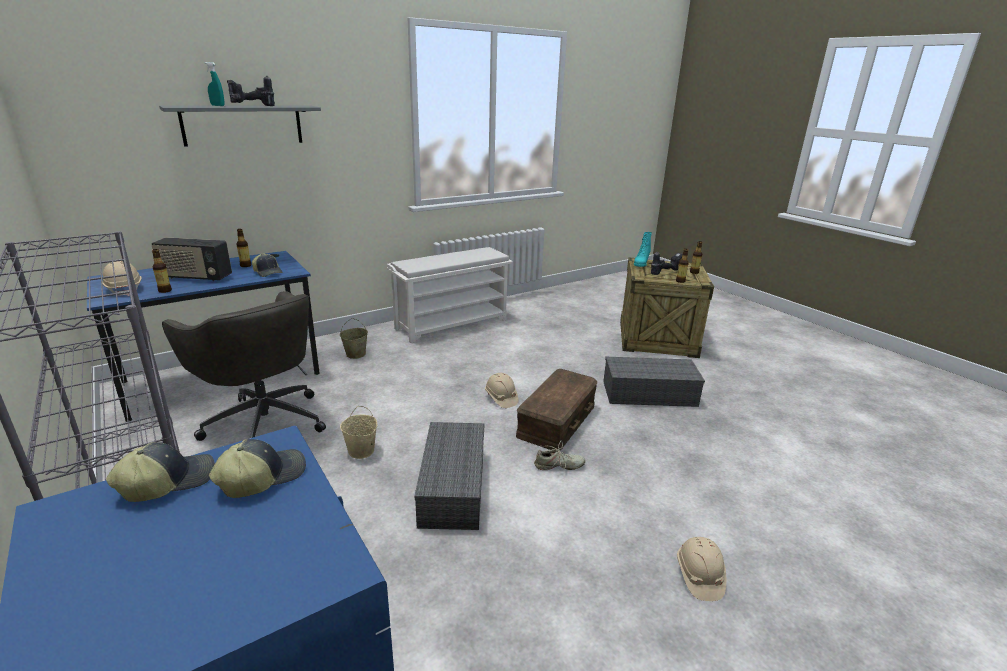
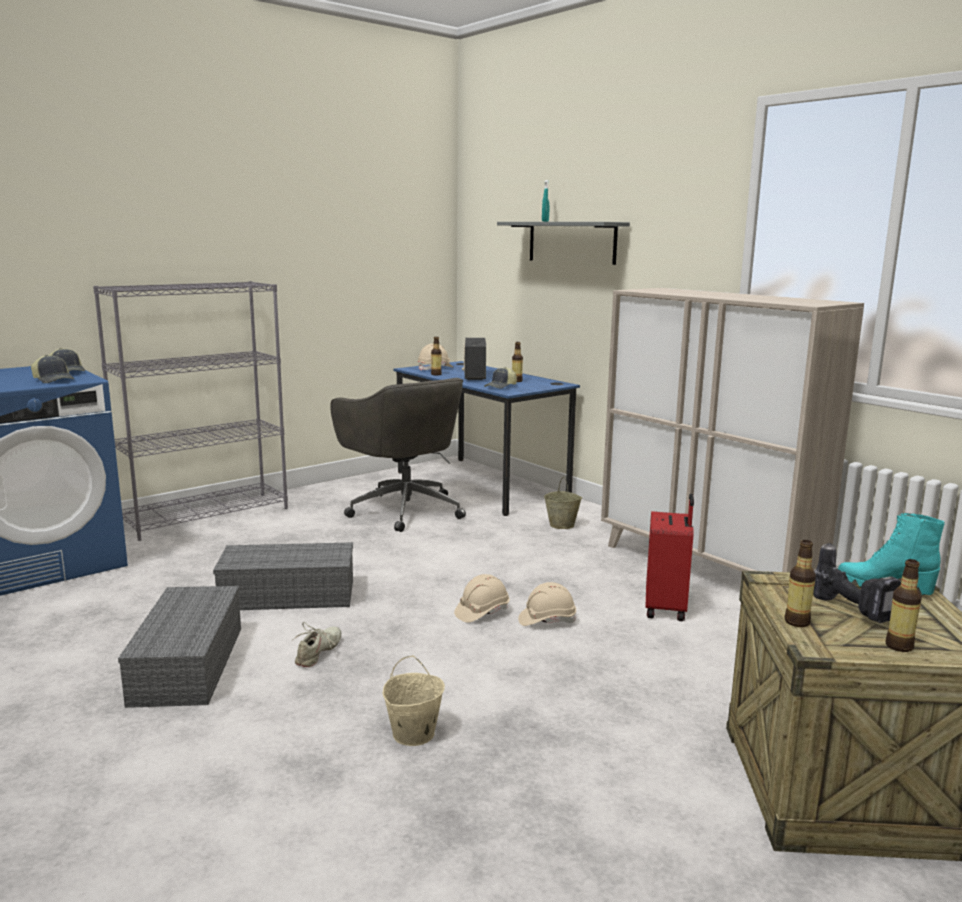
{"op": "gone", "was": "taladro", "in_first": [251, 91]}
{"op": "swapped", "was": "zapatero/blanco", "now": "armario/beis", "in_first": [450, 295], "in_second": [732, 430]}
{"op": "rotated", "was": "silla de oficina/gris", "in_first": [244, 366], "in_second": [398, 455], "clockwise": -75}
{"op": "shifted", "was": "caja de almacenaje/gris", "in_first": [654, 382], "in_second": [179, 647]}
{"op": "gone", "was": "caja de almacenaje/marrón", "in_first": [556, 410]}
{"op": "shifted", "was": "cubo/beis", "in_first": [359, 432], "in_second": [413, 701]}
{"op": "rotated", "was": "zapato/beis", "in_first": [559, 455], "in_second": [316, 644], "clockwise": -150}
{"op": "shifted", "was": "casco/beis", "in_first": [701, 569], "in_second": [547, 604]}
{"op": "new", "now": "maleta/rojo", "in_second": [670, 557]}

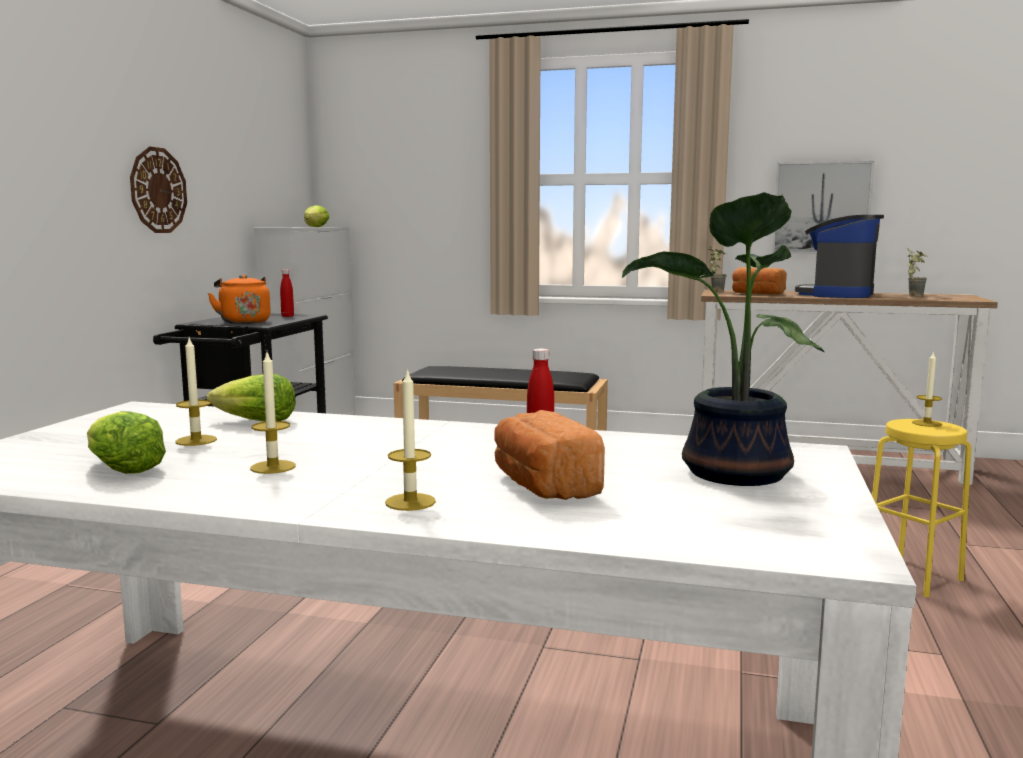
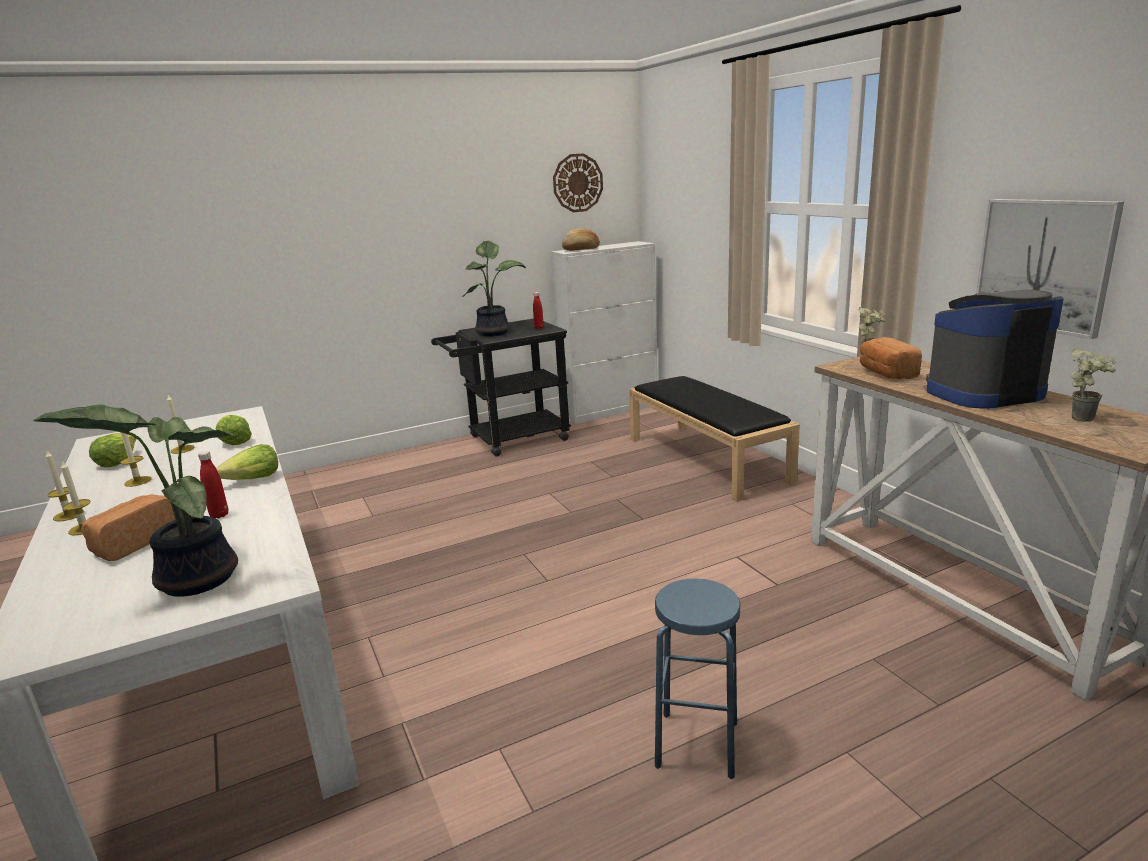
{"op": "shifted", "was": "reloj de pared", "in_first": [158, 189], "in_second": [578, 182]}
{"op": "shifted", "was": "lechuga", "in_first": [316, 216], "in_second": [247, 462]}
{"op": "swapped", "was": "hervidor/naranja", "now": "planta en maceta", "in_first": [239, 299], "in_second": [494, 288]}
{"op": "shifted", "was": "vela", "in_first": [927, 389], "in_second": [64, 486]}
{"op": "repainted", "was": "taburete/amarillo", "now": "taburete/azul", "in_first": [922, 508], "in_second": [697, 679]}
{"op": "new", "now": "pan", "in_second": [581, 239]}

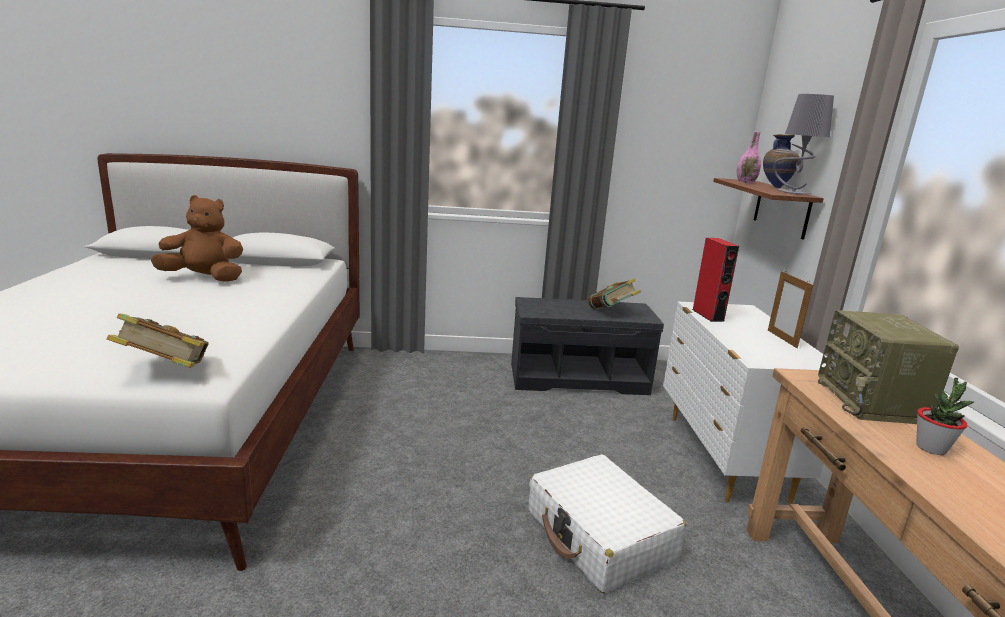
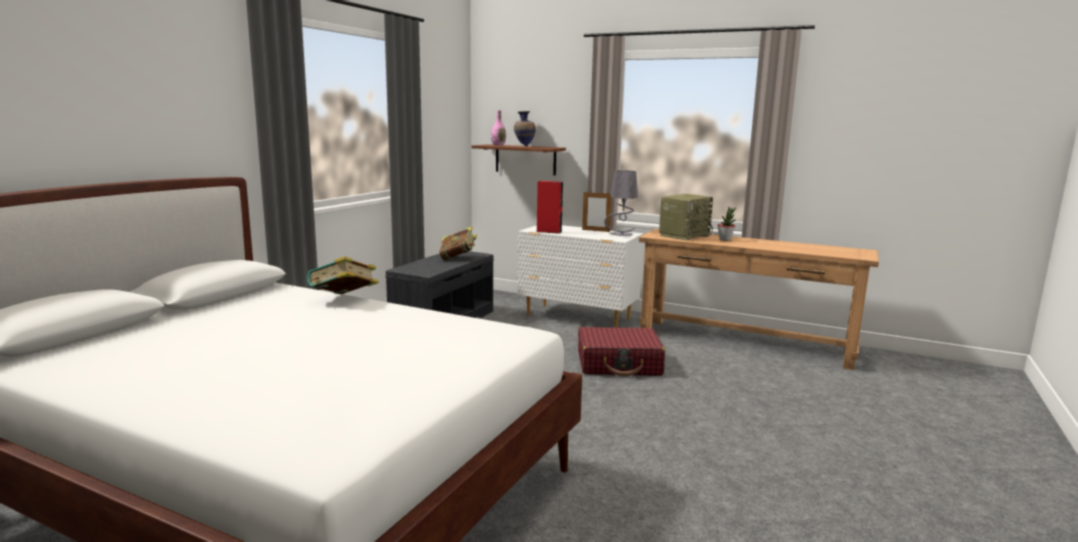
{"op": "shifted", "was": "lámpara de mesa/gris", "in_first": [803, 144], "in_second": [621, 203]}
{"op": "gone", "was": "peluche/marrón", "in_first": [197, 238]}
{"op": "rotated", "was": "radio", "in_first": [888, 367], "in_second": [686, 217], "clockwise": -75}
{"op": "shifted", "was": "libro", "in_first": [157, 340], "in_second": [343, 275]}
{"op": "repainted", "was": "maleta/blanco", "now": "maleta/rojo", "in_first": [608, 523], "in_second": [621, 352]}

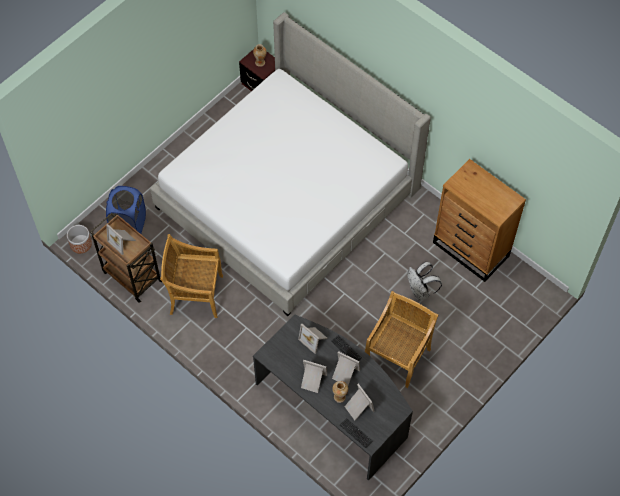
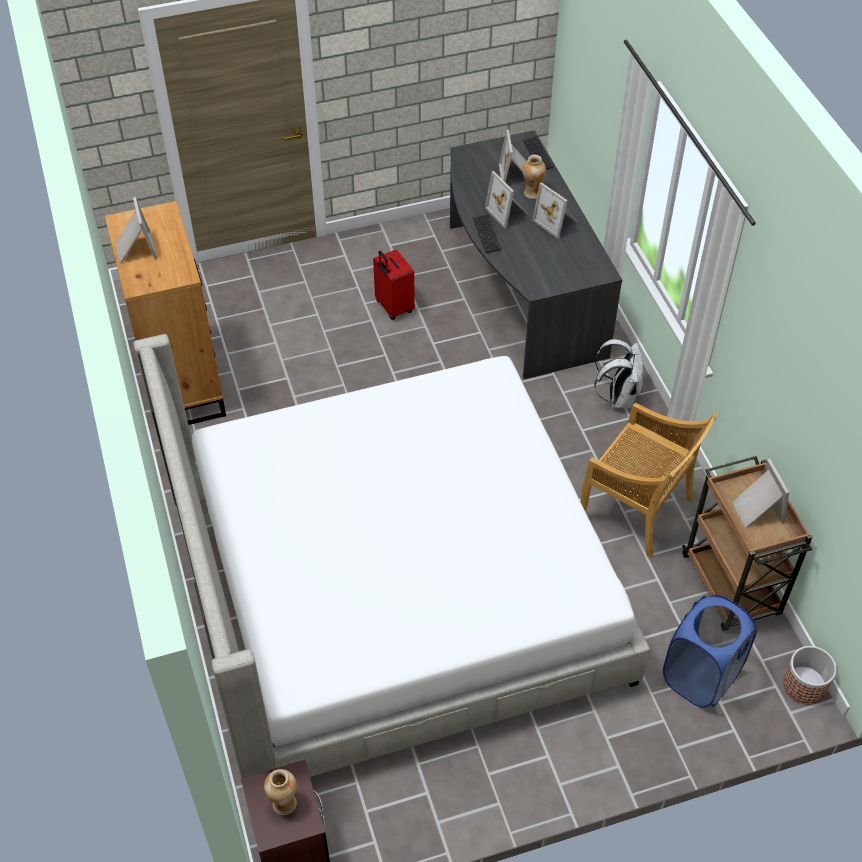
{"op": "shifted", "was": "mochila/blanco", "in_first": [424, 281], "in_second": [619, 374]}
{"op": "swapped", "was": "silla/beis", "now": "maleta/rojo", "in_first": [402, 339], "in_second": [394, 284]}
{"op": "shifted", "was": "portarretratos", "in_first": [312, 339], "in_second": [136, 230]}

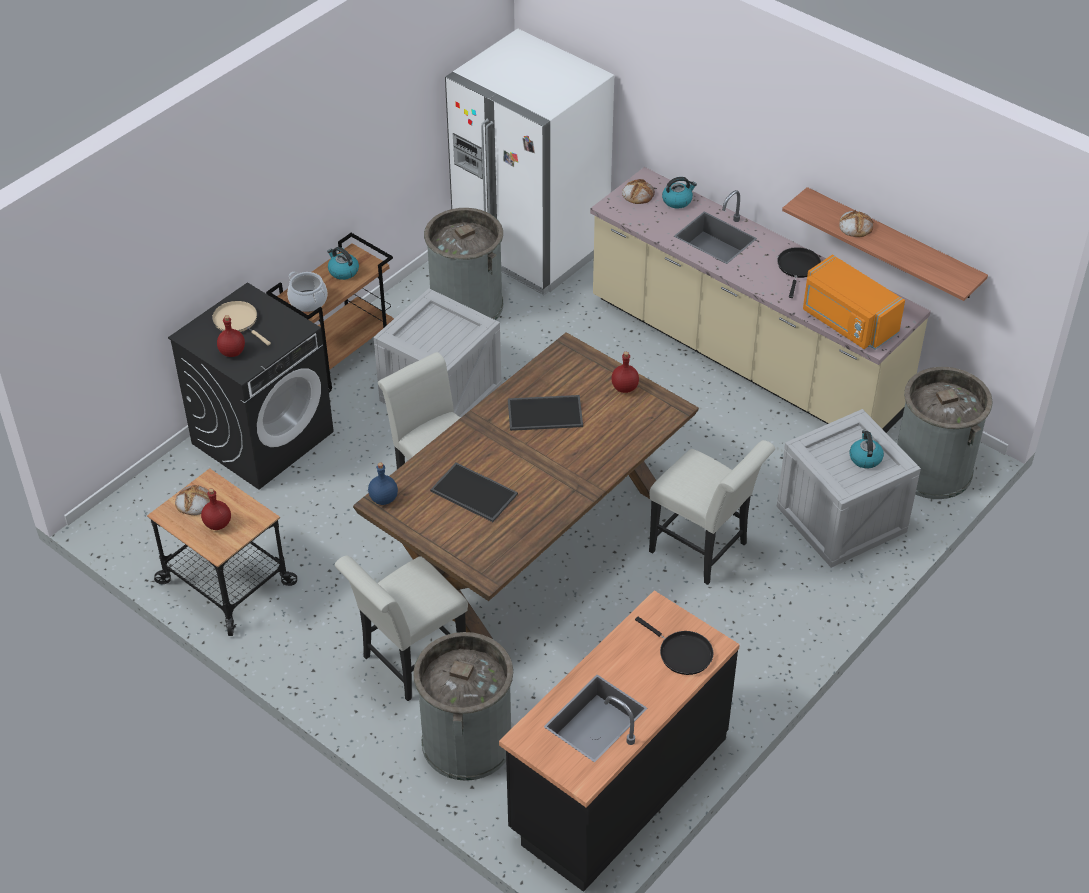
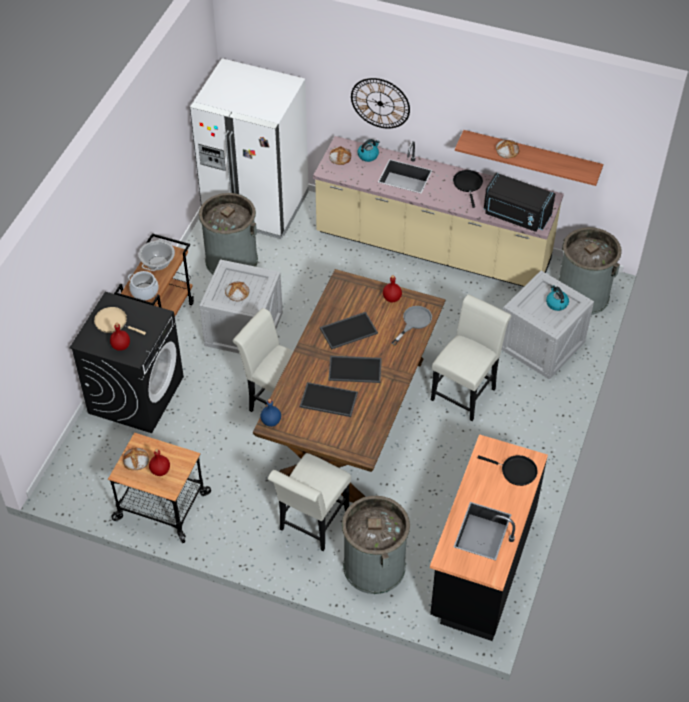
{"op": "swapped", "was": "hervidor", "now": "olla", "in_first": [343, 263], "in_second": [157, 255]}
{"op": "repainted", "was": "microondas/naranja", "now": "microondas/negro", "in_first": [854, 302], "in_second": [519, 202]}
{"op": "rotated", "was": "silla/blanco", "in_first": [712, 512], "in_second": [471, 357], "clockwise": -75}
{"op": "new", "now": "reloj de pared", "in_second": [380, 103]}
{"op": "new", "now": "pan", "in_second": [237, 291]}
{"op": "new", "now": "sartén/gris", "in_second": [411, 325]}
{"op": "new", "now": "bandeja", "in_second": [355, 369]}

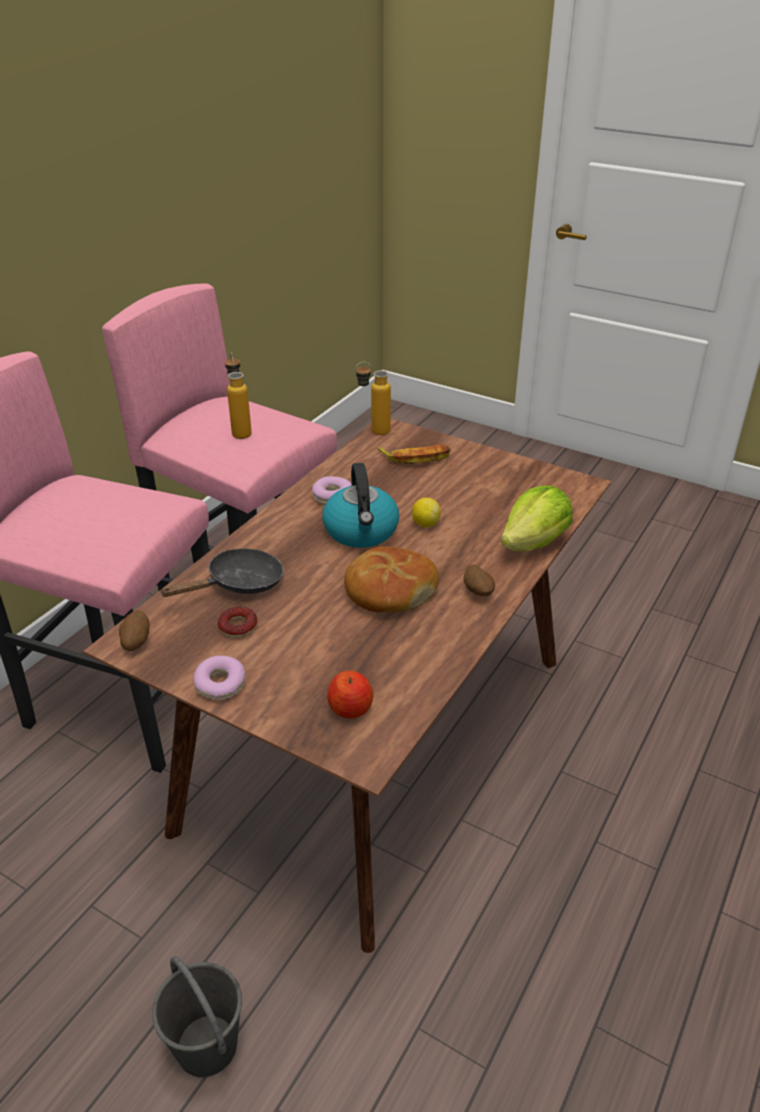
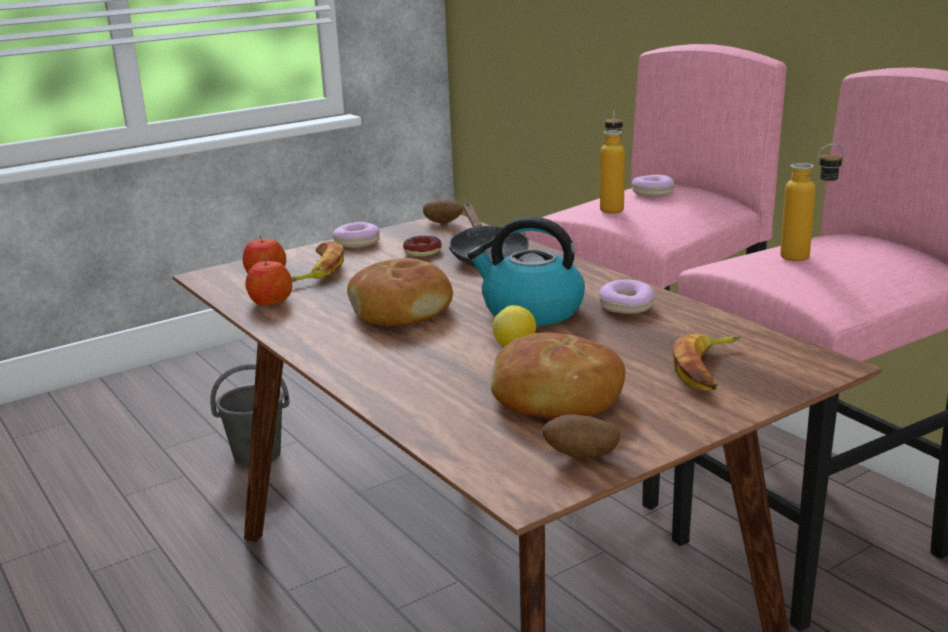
{"op": "shifted", "was": "botella", "in_first": [373, 398], "in_second": [612, 161]}
{"op": "gone", "was": "lechuga", "in_first": [536, 518]}
{"op": "shifted", "was": "patata", "in_first": [479, 580], "in_second": [581, 436]}
{"op": "new", "now": "rosquilla", "in_second": [653, 186]}
{"op": "new", "now": "plátano", "in_second": [317, 261]}
{"op": "new", "now": "manzana", "in_second": [269, 282]}
{"op": "new", "now": "pan", "in_second": [558, 375]}

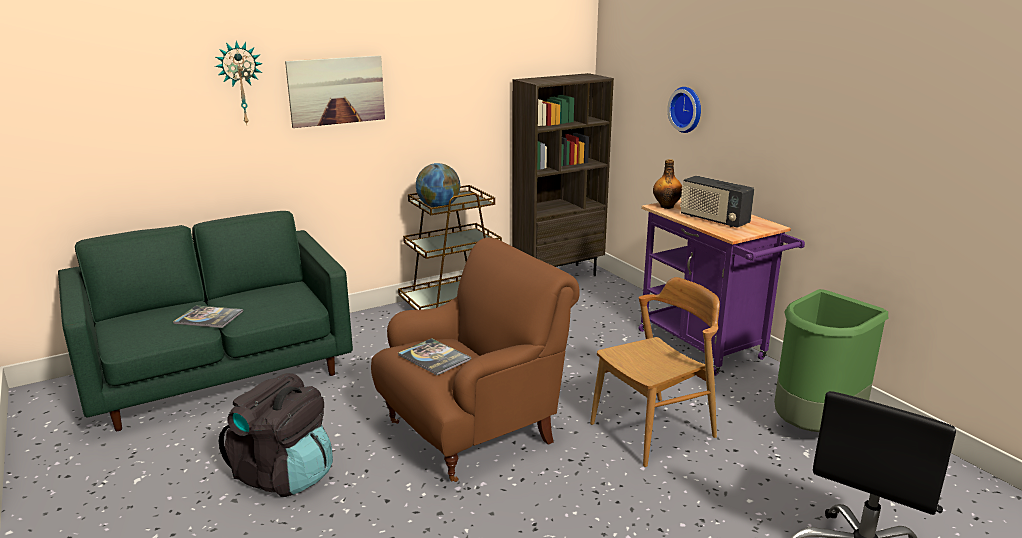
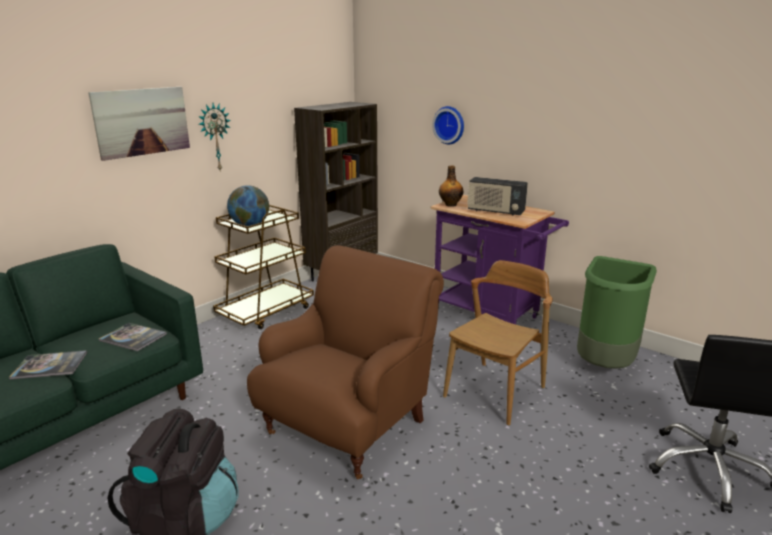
{"op": "shifted", "was": "reloj de pared", "in_first": [239, 82], "in_second": [214, 137]}
{"op": "shifted", "was": "libro", "in_first": [434, 356], "in_second": [132, 337]}

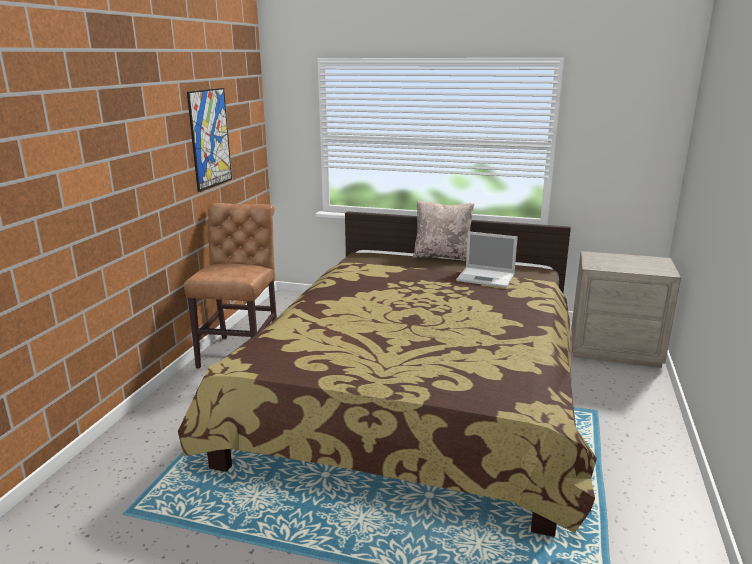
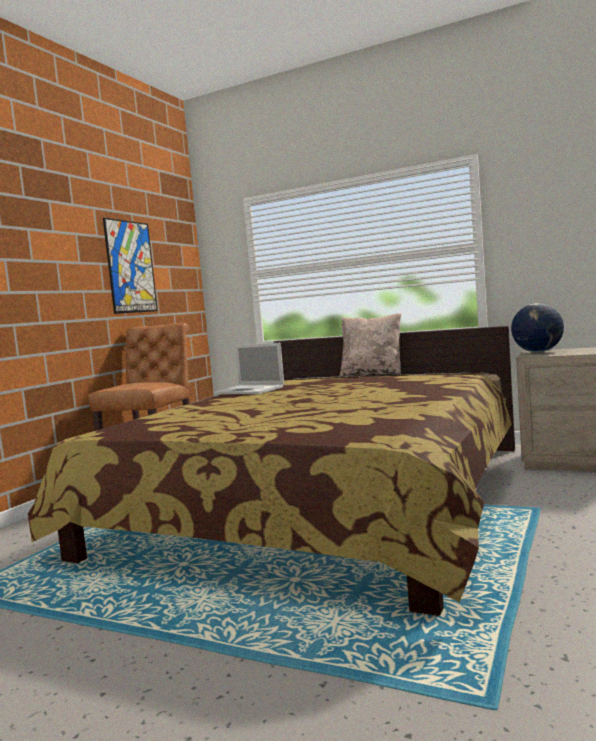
{"op": "shifted", "was": "portátil", "in_first": [487, 259], "in_second": [248, 368]}
{"op": "new", "now": "globo terráqueo", "in_second": [537, 327]}

